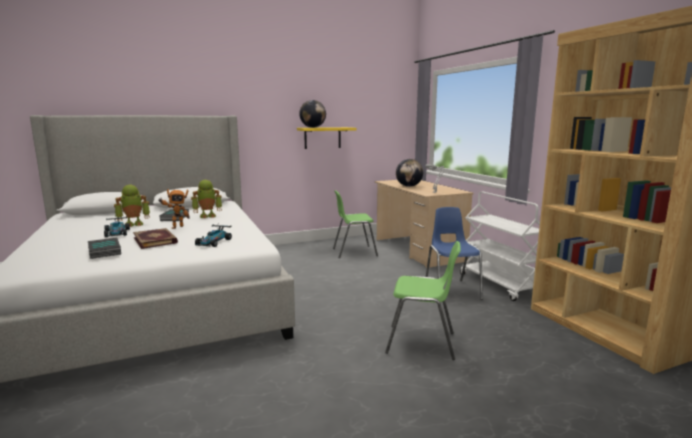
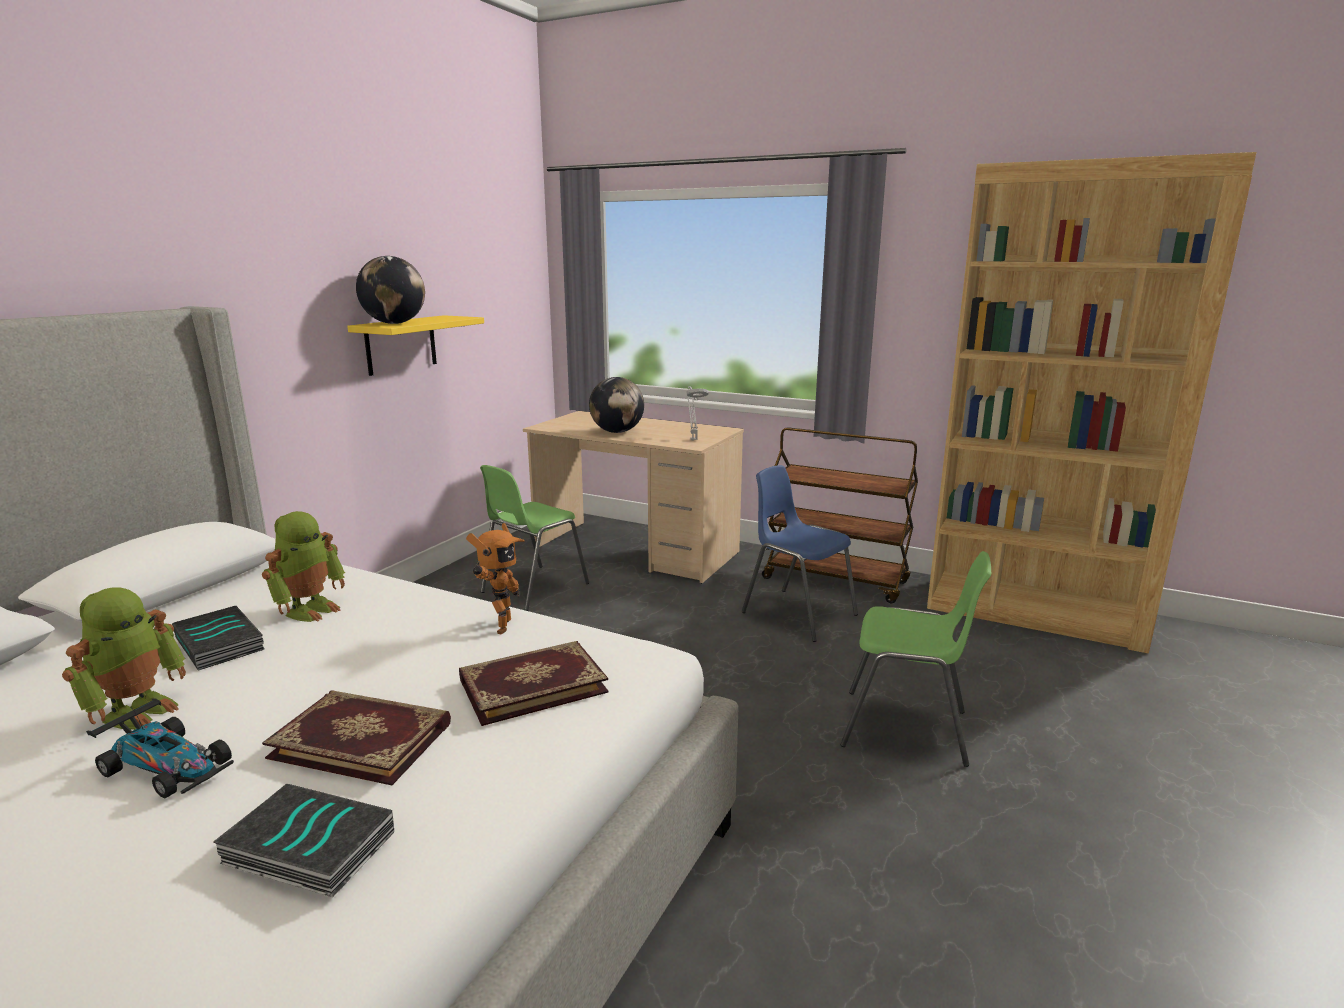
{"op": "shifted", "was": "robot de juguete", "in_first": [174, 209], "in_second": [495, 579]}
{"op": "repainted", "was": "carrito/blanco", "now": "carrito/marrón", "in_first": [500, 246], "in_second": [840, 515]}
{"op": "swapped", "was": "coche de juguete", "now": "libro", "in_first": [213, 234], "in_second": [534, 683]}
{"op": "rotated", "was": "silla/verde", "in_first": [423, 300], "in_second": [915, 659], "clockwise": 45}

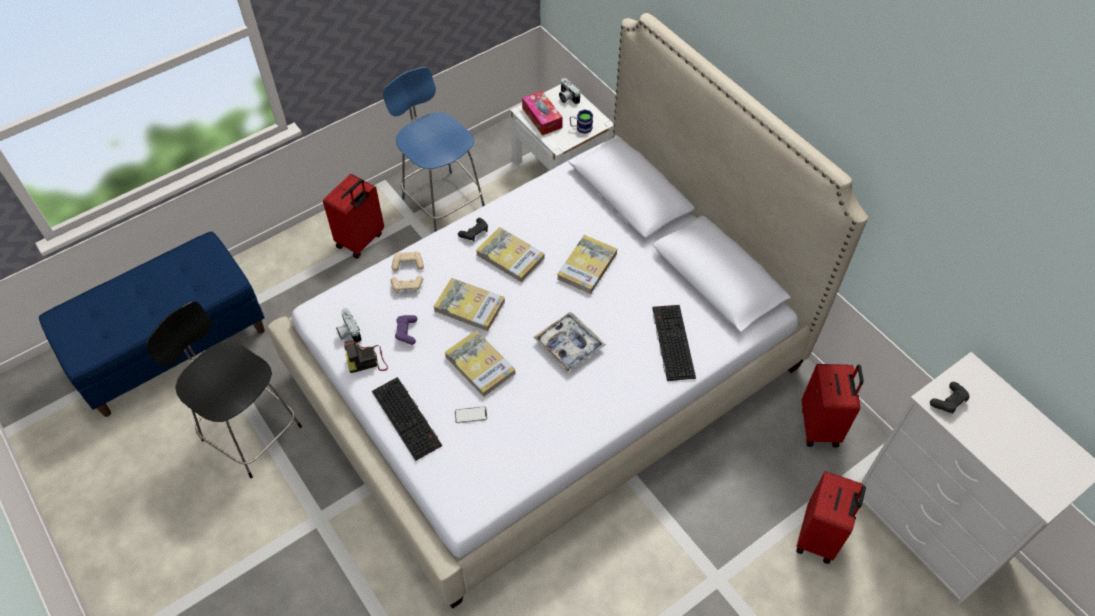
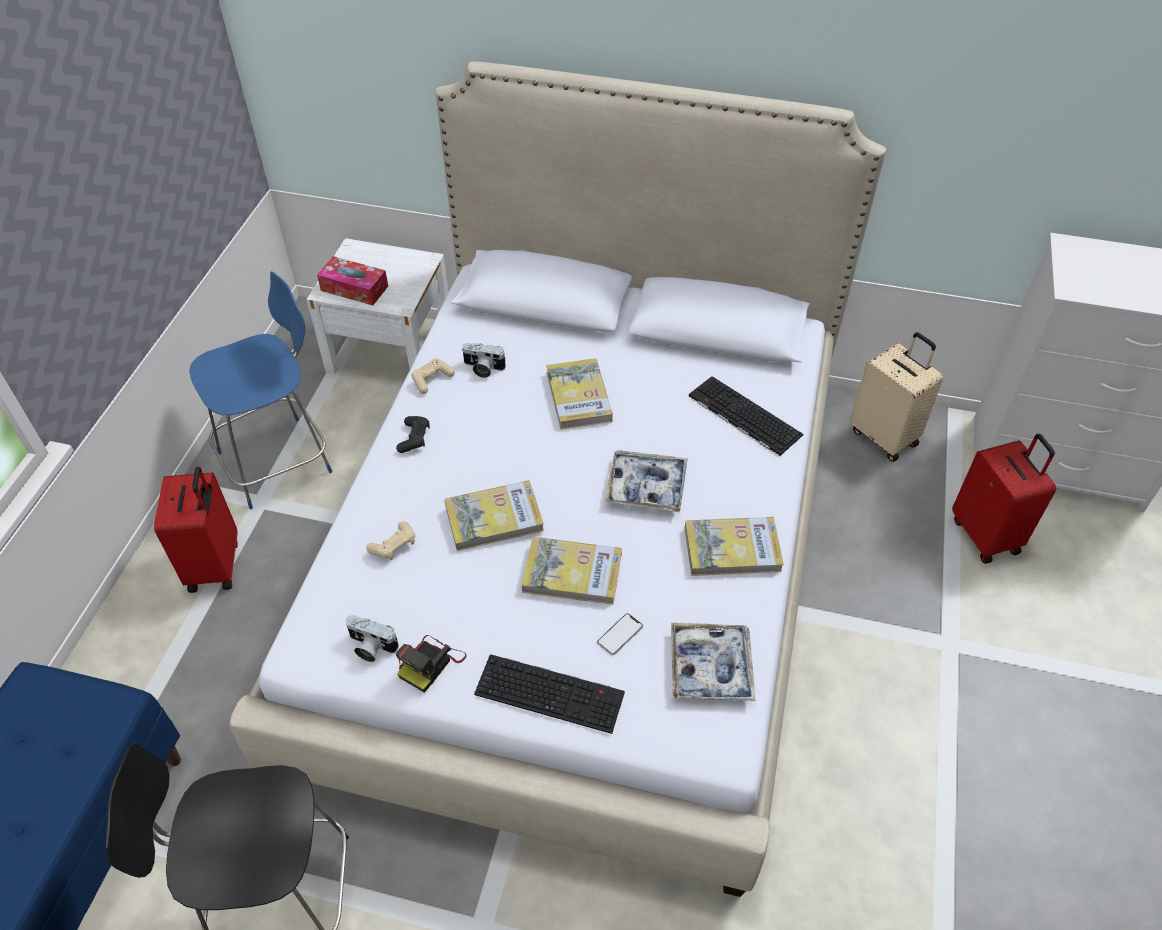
{"op": "rotated", "was": "silla/azul", "in_first": [434, 149], "in_second": [261, 390], "clockwise": 135}
{"op": "shifted", "was": "cámara", "in_first": [569, 91], "in_second": [484, 360]}
{"op": "gone", "was": "taza grande", "in_first": [581, 121]}
{"op": "shifted", "was": "libro", "in_first": [510, 255], "in_second": [734, 546]}
{"op": "shifted", "was": "mando de consola/beis", "in_first": [408, 261], "in_second": [433, 376]}
{"op": "gone", "was": "mando de consola/morado", "in_first": [406, 330]}
{"op": "repainted", "was": "maleta/rojo", "now": "maleta/beis", "in_first": [832, 406], "in_second": [896, 397]}
{"op": "gone", "was": "mando de consola/negro", "in_first": [949, 398]}
{"op": "new", "now": "bandeja", "in_second": [713, 662]}

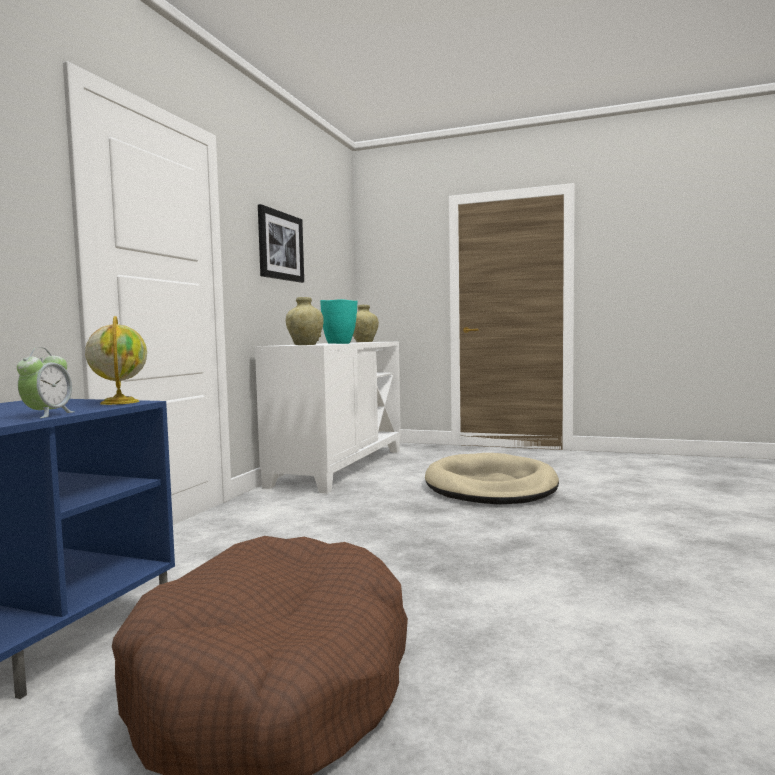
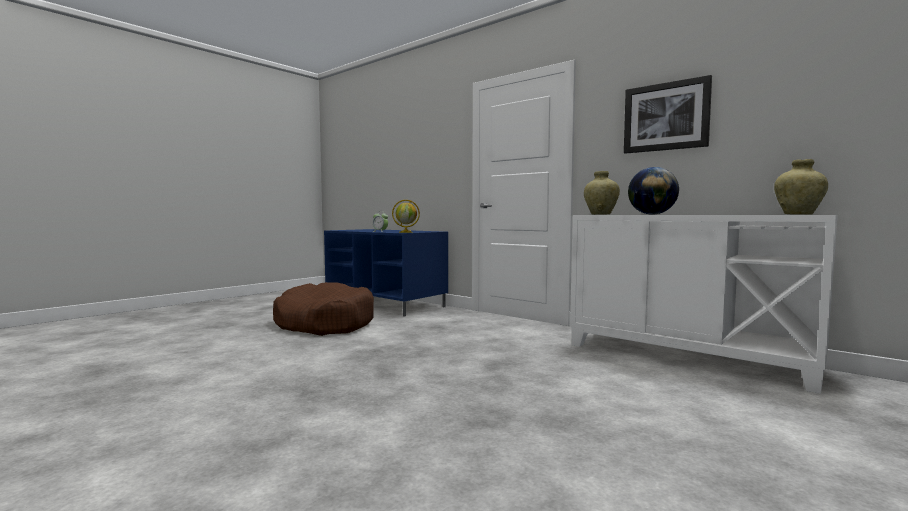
{"op": "swapped", "was": "florero/turquesa", "now": "globo terráqueo", "in_first": [339, 321], "in_second": [653, 191]}
{"op": "gone", "was": "cama para perro/beis", "in_first": [492, 479]}

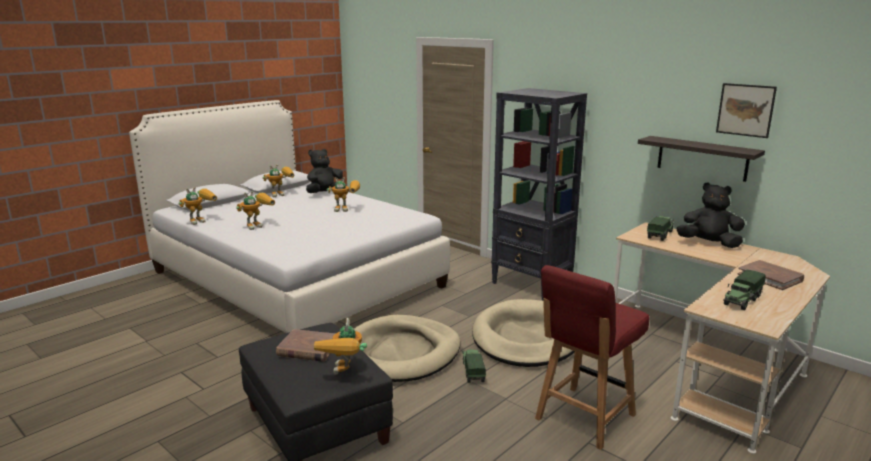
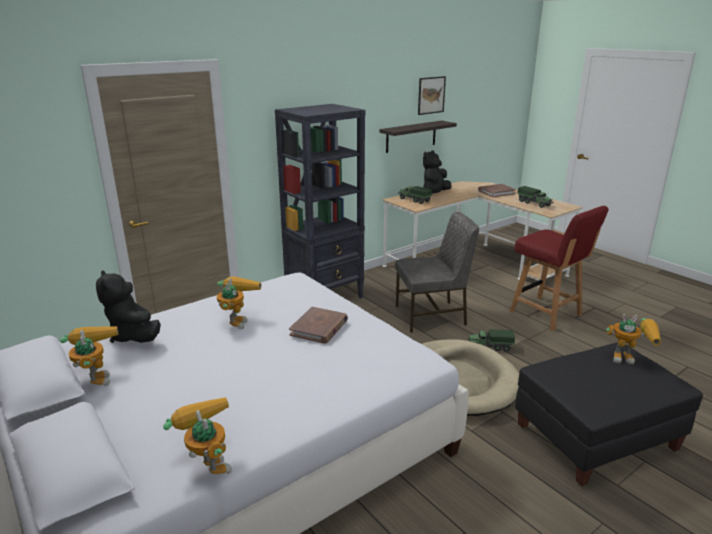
{"op": "gone", "was": "robot de juguete", "in_first": [255, 210]}
{"op": "swapped", "was": "cama para perro/beis", "now": "silla/gris", "in_first": [523, 333], "in_second": [437, 272]}
{"op": "shifted", "was": "libro/marrón", "in_first": [305, 345], "in_second": [318, 325]}

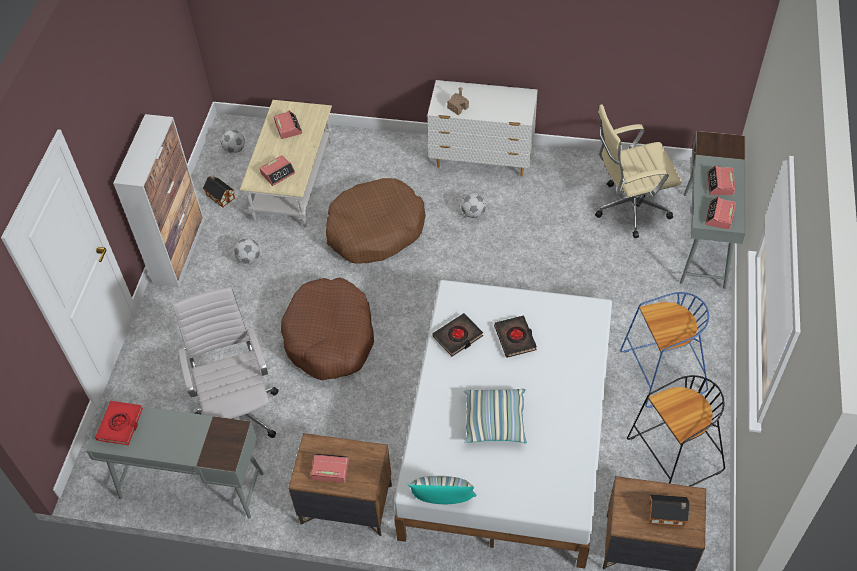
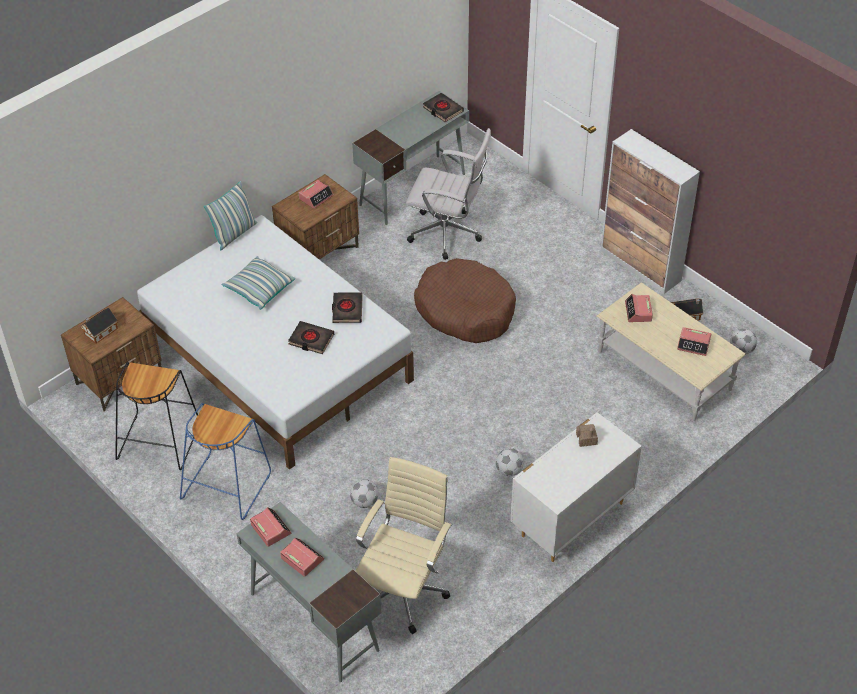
{"op": "gone", "was": "cama para perro/marrón", "in_first": [376, 221]}
{"op": "shifted", "was": "balón de fútbol", "in_first": [247, 251], "in_second": [364, 493]}
{"op": "repainted", "was": "libro/rojo", "now": "libro/negro", "in_first": [119, 423], "in_second": [443, 107]}

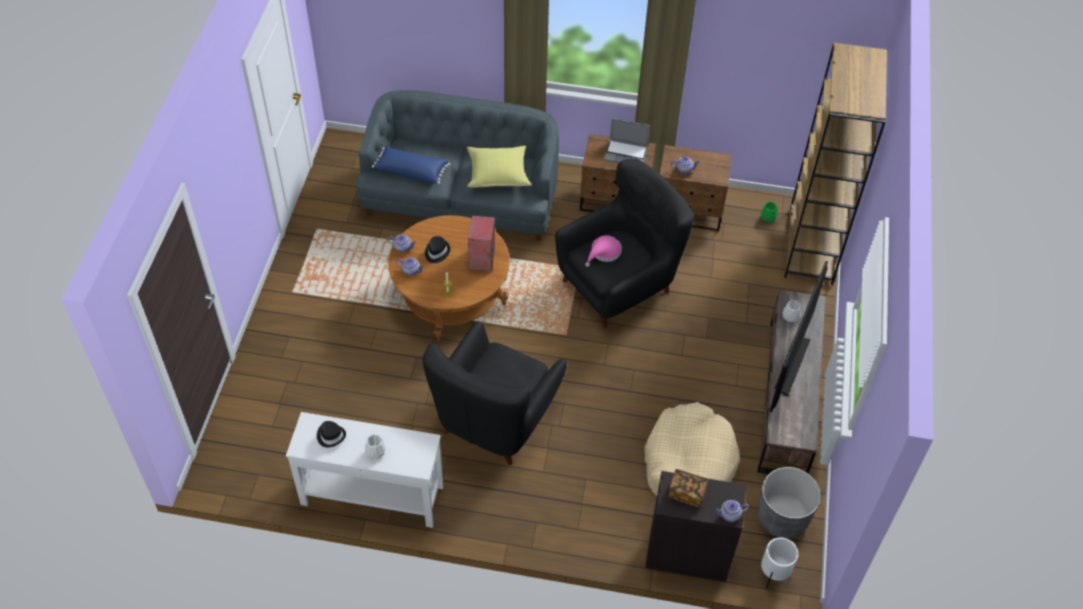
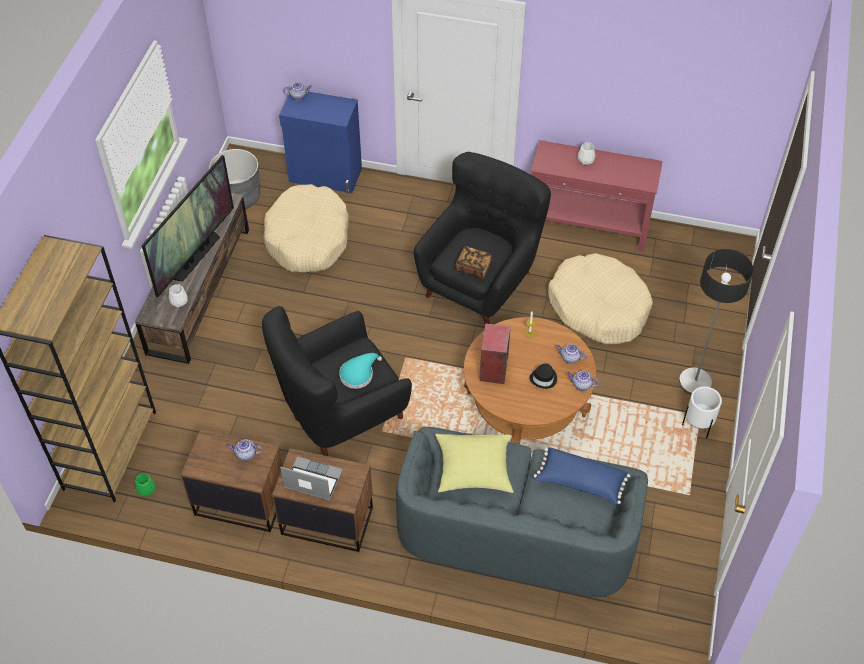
{"op": "repainted", "was": "sombrero/rosa", "now": "sombrero/turquesa", "in_first": [603, 251], "in_second": [360, 371]}
{"op": "repainted", "was": "mesa consola/blanco", "now": "mesa consola/rojo", "in_first": [365, 470], "in_second": [597, 195]}
{"op": "gone", "was": "sombrero/negro", "in_first": [331, 434]}
{"op": "shifted", "was": "libro", "in_first": [688, 488], "in_second": [473, 262]}
{"op": "repainted", "was": "armario/negro", "now": "armario/azul", "in_first": [695, 526], "in_second": [320, 143]}
{"op": "shifted", "was": "maceta/blanco", "in_first": [779, 563], "in_second": [702, 413]}
{"op": "new", "now": "lámpara de pie", "in_second": [716, 322]}
{"op": "new", "now": "cama para perro/beis", "in_second": [600, 298]}

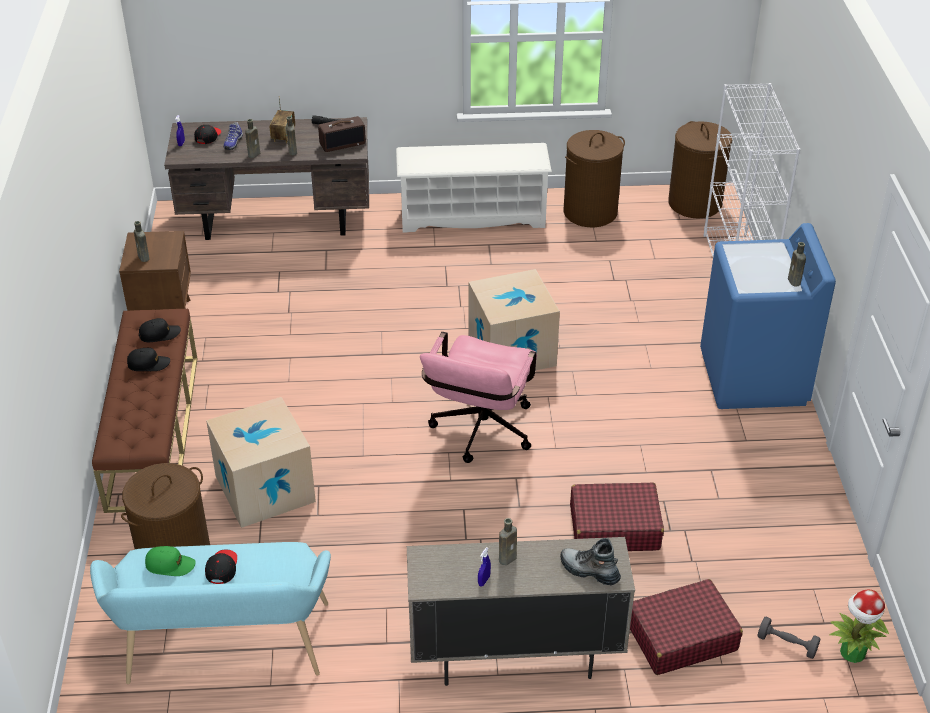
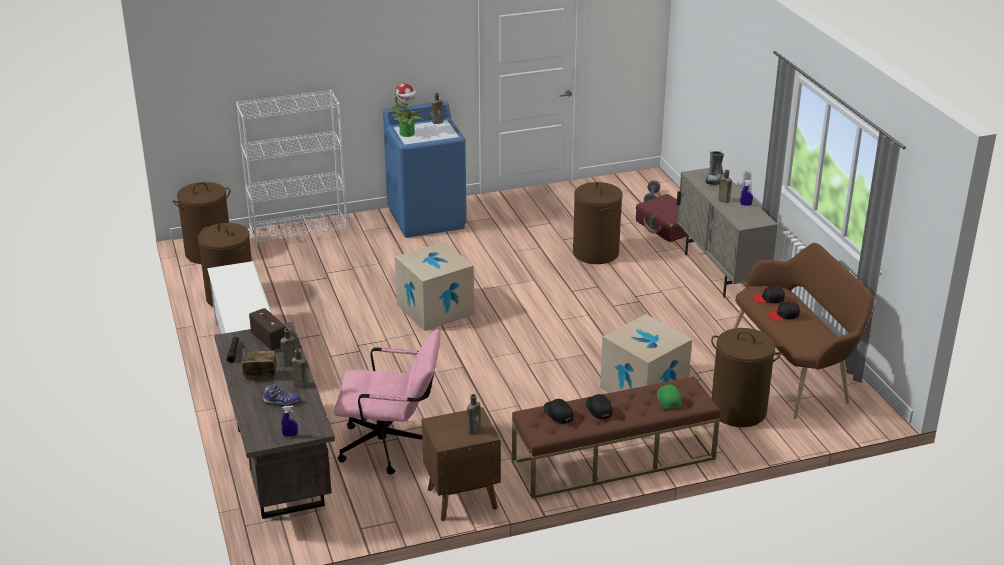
{"op": "shifted", "was": "gorra/negro", "in_first": [207, 134], "in_second": [769, 294]}
{"op": "shifted", "was": "silla de oficina/rosa", "in_first": [478, 397], "in_second": [387, 402]}
{"op": "swapped", "was": "maleta/rojo", "now": "cesto de la ropa/marrón", "in_first": [617, 516], "in_second": [598, 223]}
{"op": "repainted", "was": "banco/turquesa", "now": "banco/marrón", "in_first": [210, 613], "in_second": [803, 331]}
{"op": "shifted", "was": "gorra/verde", "in_first": [170, 561], "in_second": [669, 397]}
{"op": "shifted", "was": "planta en maceta", "in_first": [859, 626], "in_second": [406, 110]}

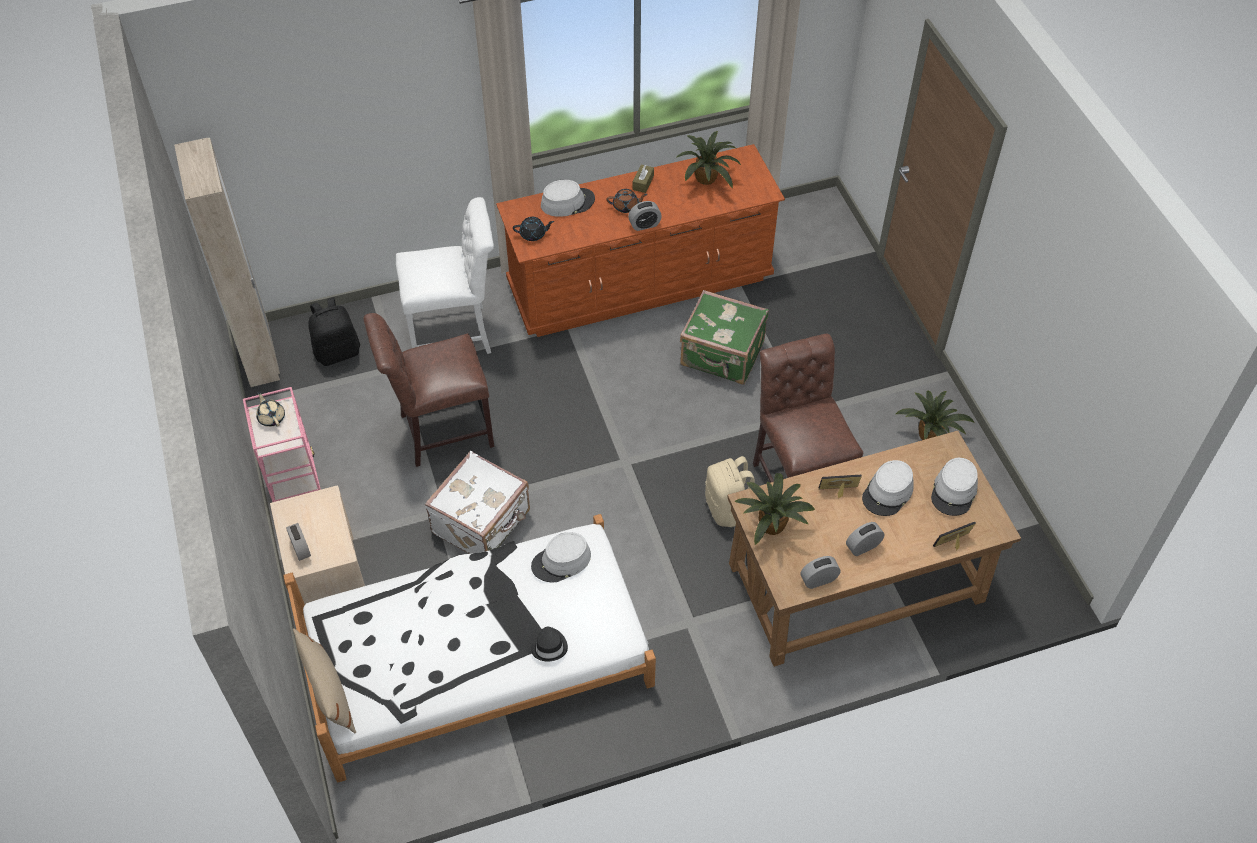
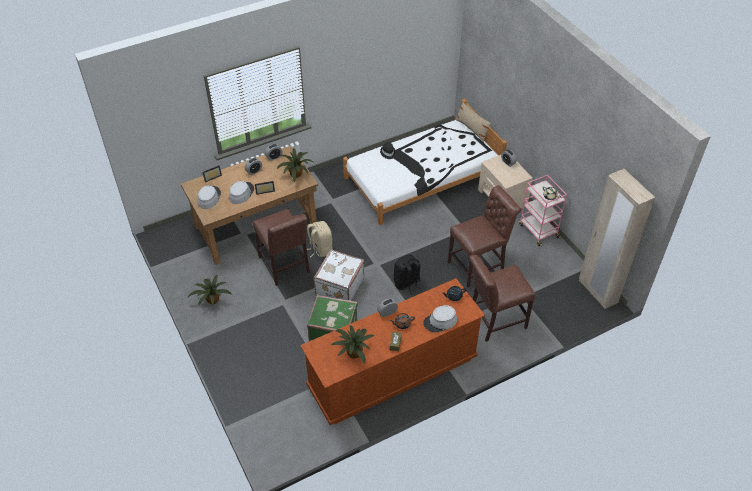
{"op": "repainted", "was": "silla/blanco", "now": "silla/marrón", "in_first": [445, 275], "in_second": [502, 298]}
{"op": "shifted", "was": "mochila/negro", "in_first": [334, 331], "in_second": [407, 274]}
{"op": "shifted", "was": "maleta/blanco", "in_first": [477, 502], "in_second": [338, 275]}
{"op": "gone", "was": "sombrero/gris", "in_first": [561, 557]}

